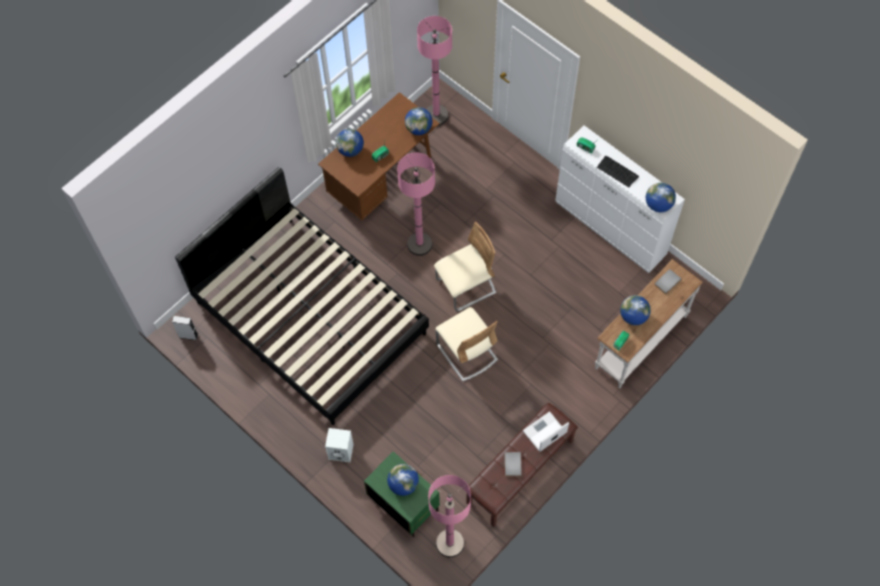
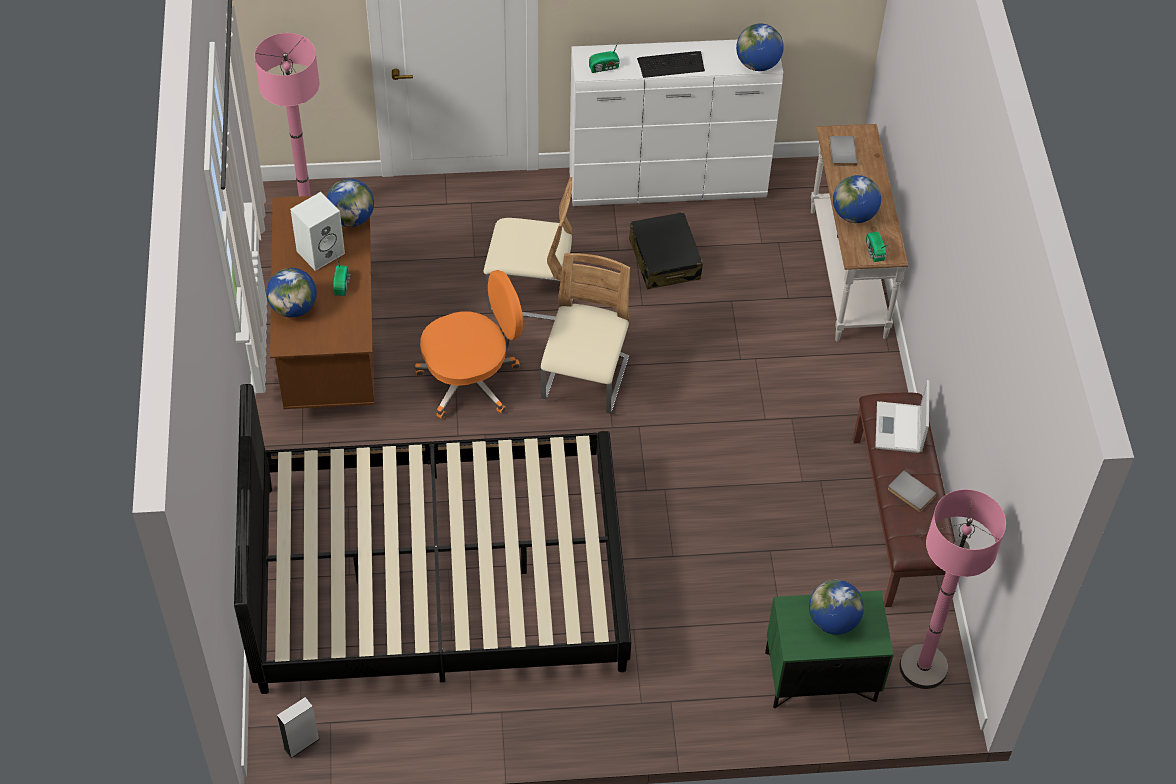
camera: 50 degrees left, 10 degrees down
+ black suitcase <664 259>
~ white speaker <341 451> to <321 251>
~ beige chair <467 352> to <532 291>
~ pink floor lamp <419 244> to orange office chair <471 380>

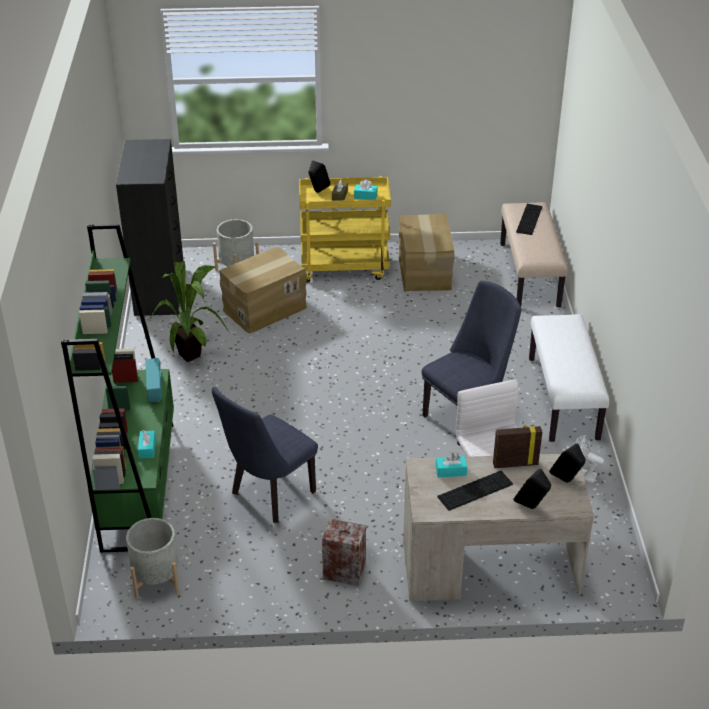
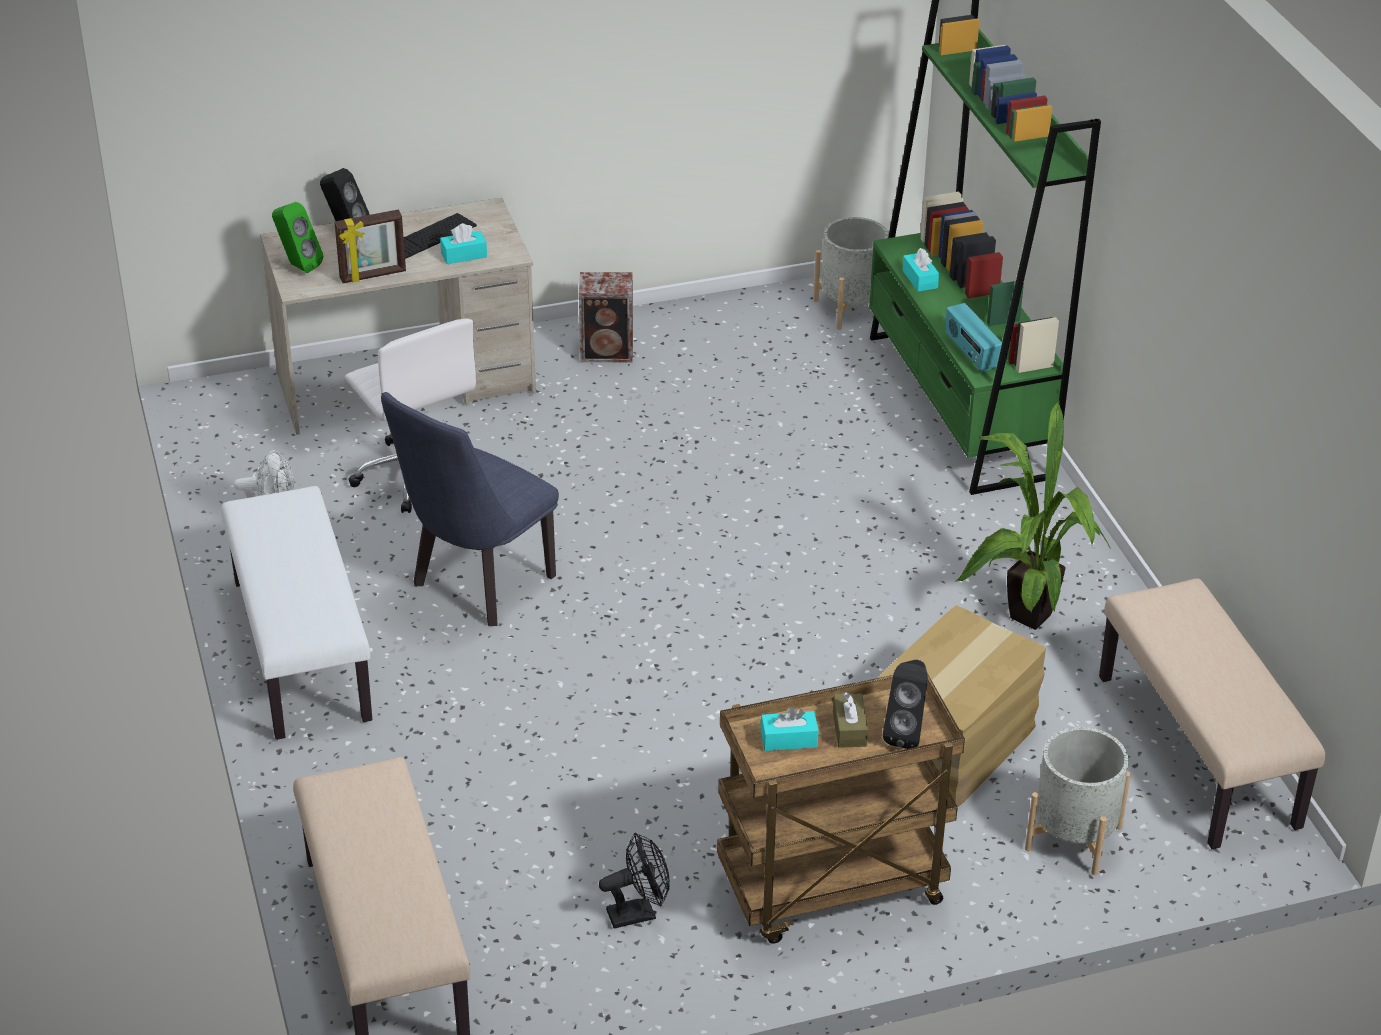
camera: 165 degrees right, 0 degrees up
- blue chair <268 496>
- keyboard <529 219>
~ black dresser <160 290> to beige bench <1199 751>
~ cardboard box <425 271> to black fan <638 913>
~ yellow cart <345 267> to brown cart <830 889>
~ black speaker <566 481> to green speaker <298 266>

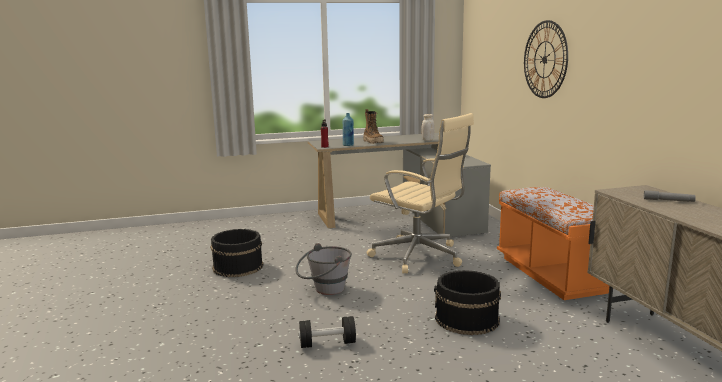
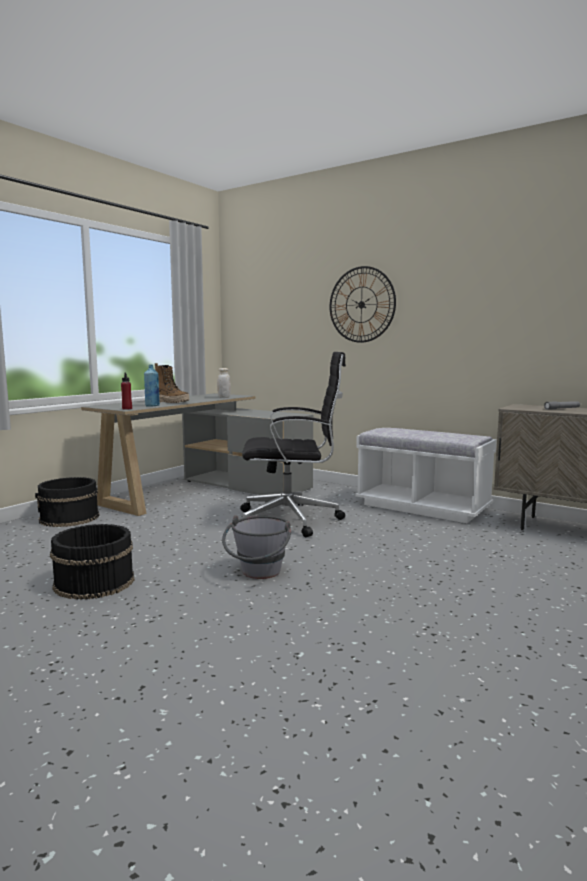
camera: 40 degrees left, 5 degrees down
- black dumbbell <327 343>
~ black bucket <466 319> to <69 518>
~ beige office chair <419 257> to black office chair <292 520>
~ orange bench <553 274> to white bench <422 507>

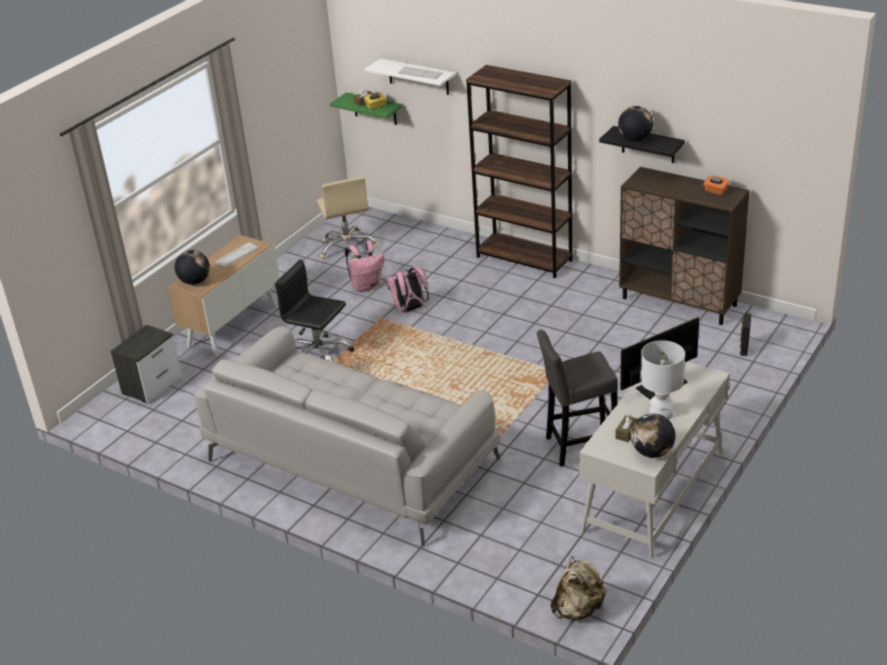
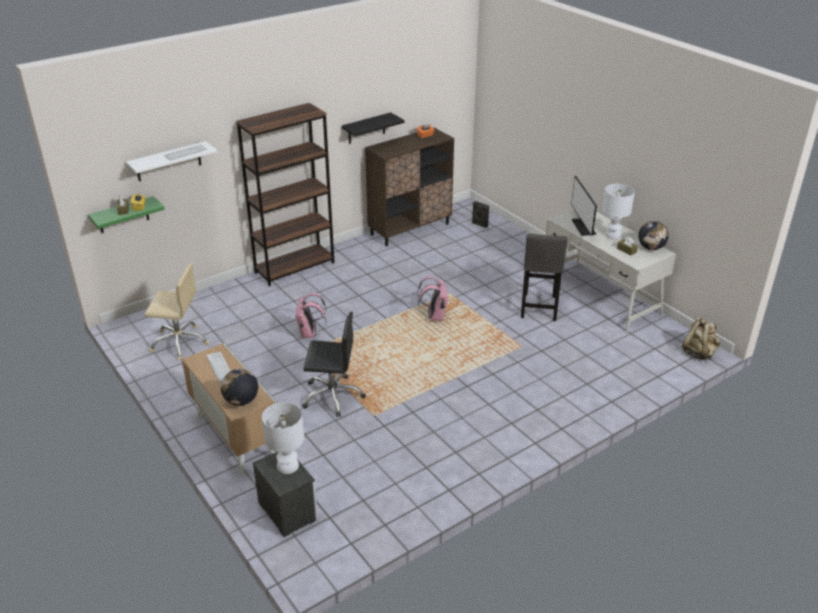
camera: 70 degrees left, 0 degrees up
- grey sofa <350 459>
- globe <635 139>
+ white table lamp <287 466>
~ pink backpack <366 286> to <434 316>
~ black office chair <318 356> = <333 396> 135 degrees counterclockwise

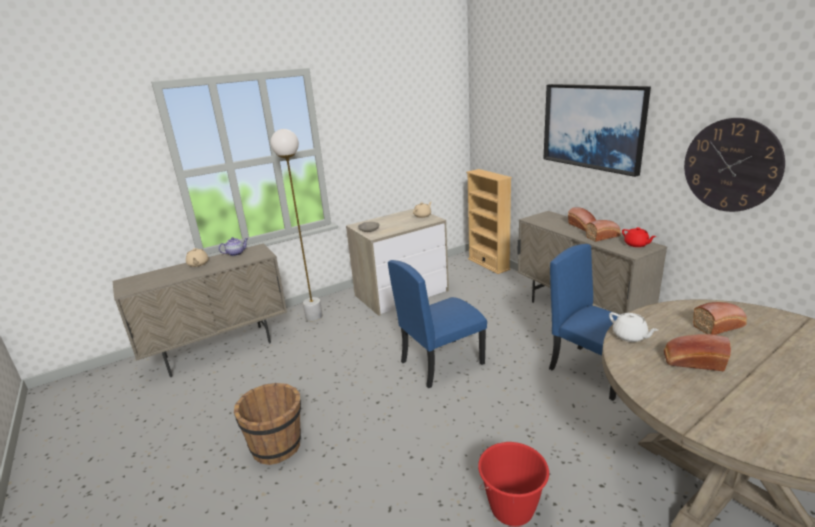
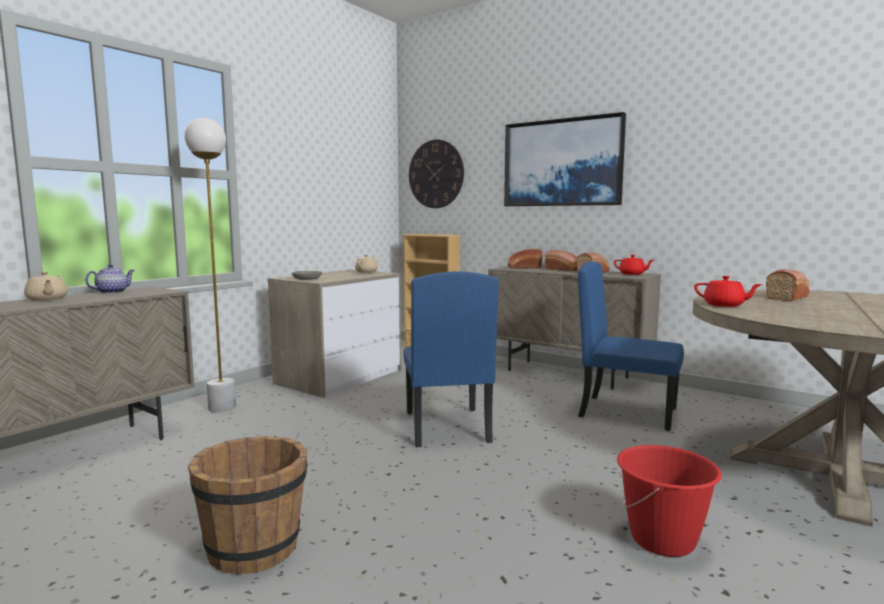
camera: 25 degrees left, 15 degrees down
~ bread <692 362> to <524 267>
~ wall clock <731 165> to <436 174>
~ white teapot <630 336> to red teapot <724 305>
~ blue chair <441 362> = <446 427> 45 degrees counterclockwise

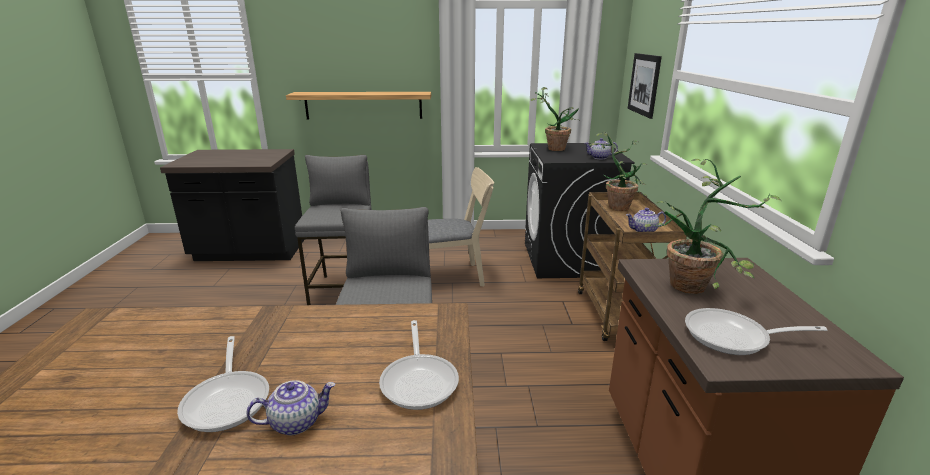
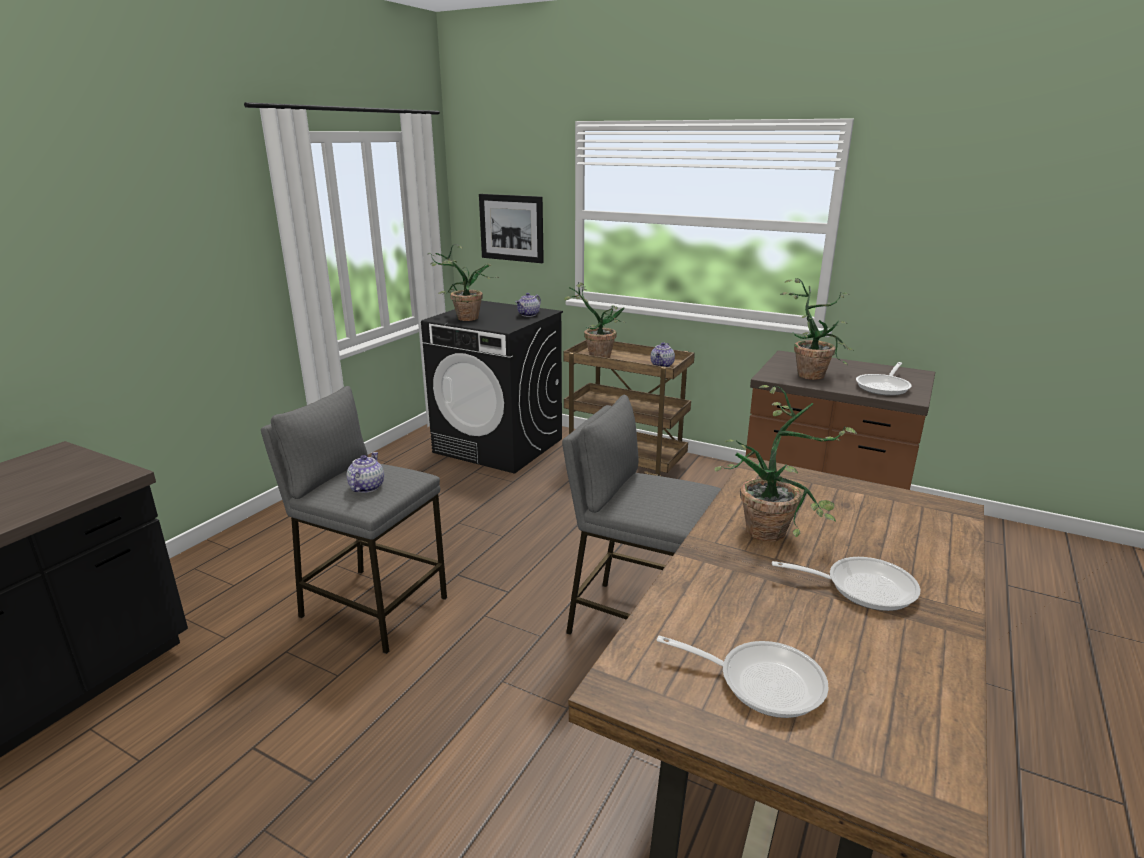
camera: 60 degrees left, 0 degrees up
- shelf <363 105>
- beige chair <456 276>
+ potted plant <776 530>
~ teapot <296 422> to <366 487>
~ frying pan <420 380> to <761 681>

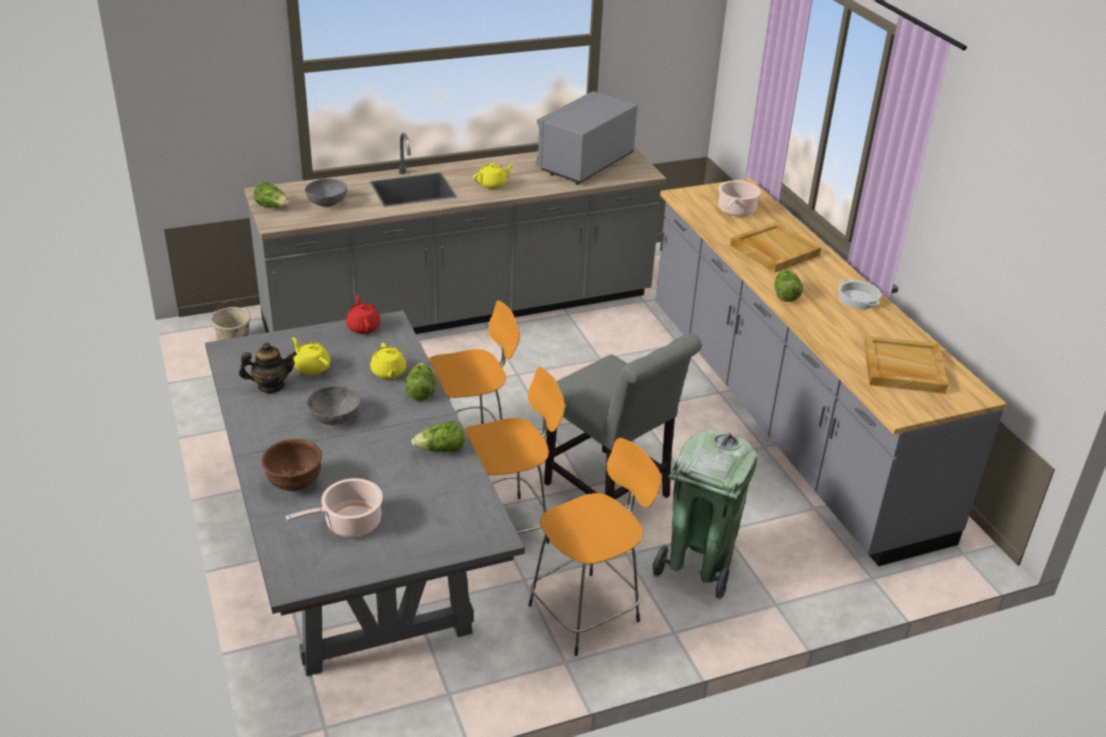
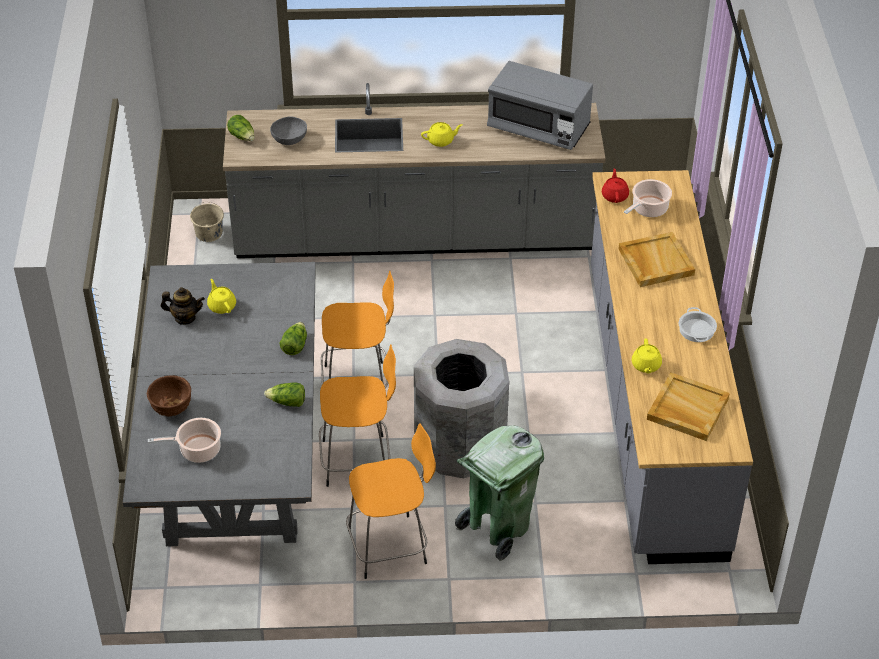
camera: 20 degrees right, 10 degrees up
- grey bowl <334 417>
- lettuce <785 294>
~ red teapot <363 327> to <615 196>
~ yellow teapot <388 372> to <646 365>
~ grey chair <611 493> to grey trash can <459 448>
~ grey microwave <585 163> = <538 128> 120 degrees counterclockwise

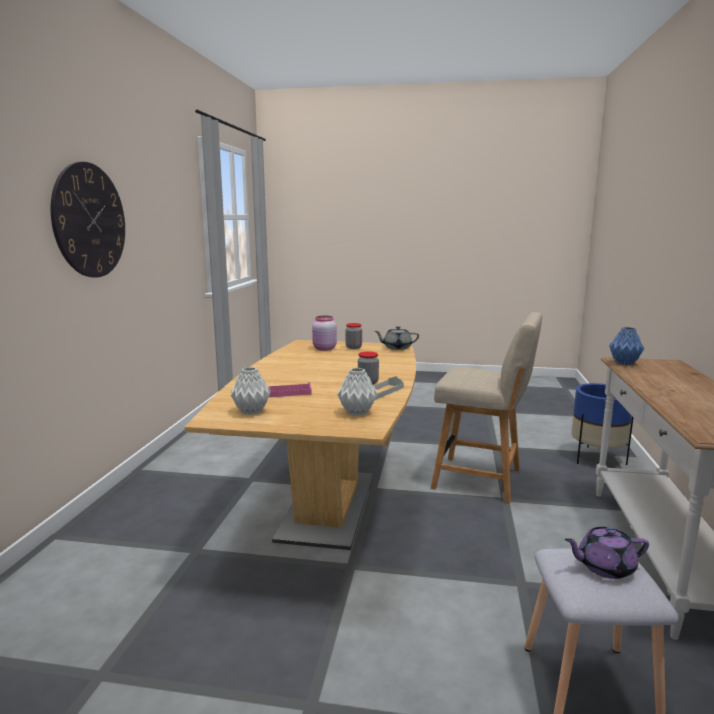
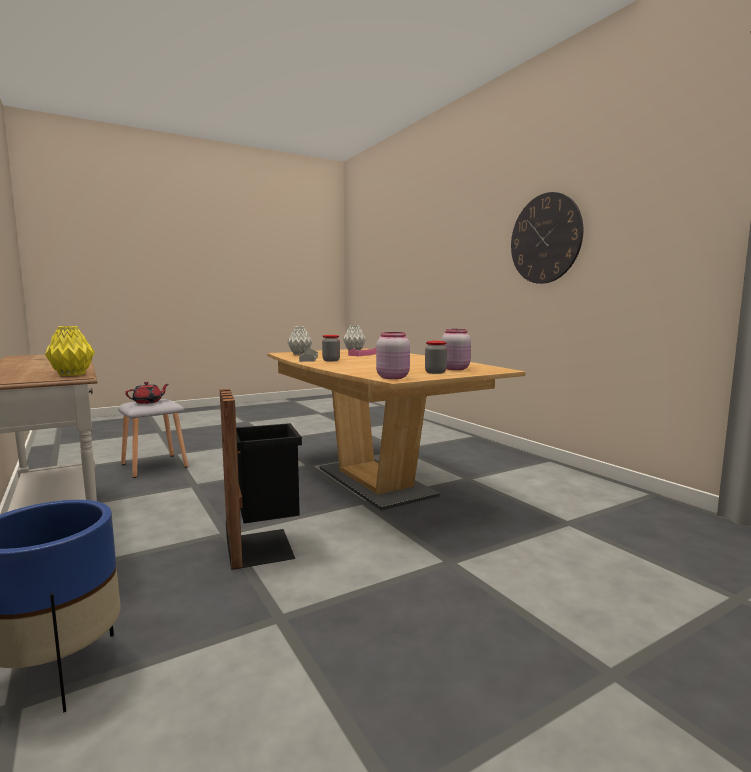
camera: 140 degrees right, 5 degrees down
~ grey teapot <396 348> to pink jar <393 377>
~ beige chair <482 480> to black trash can <263 546>
~ purple teapot <604 567> to red teapot <148 402>
~ blue vase <623 363> to yellow vase <73 374>

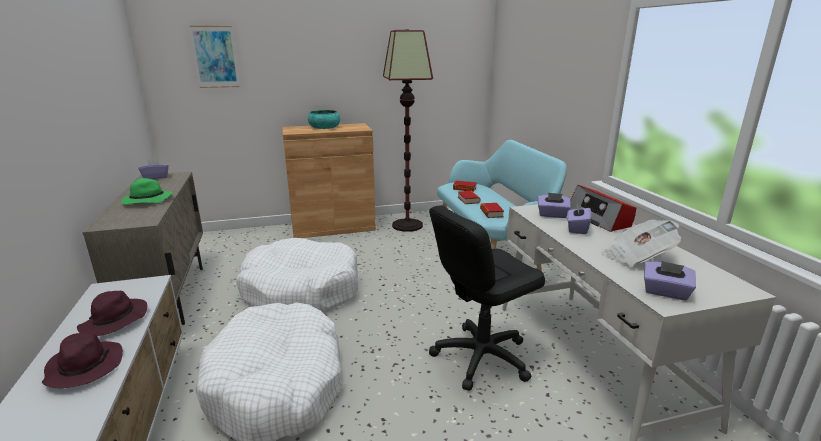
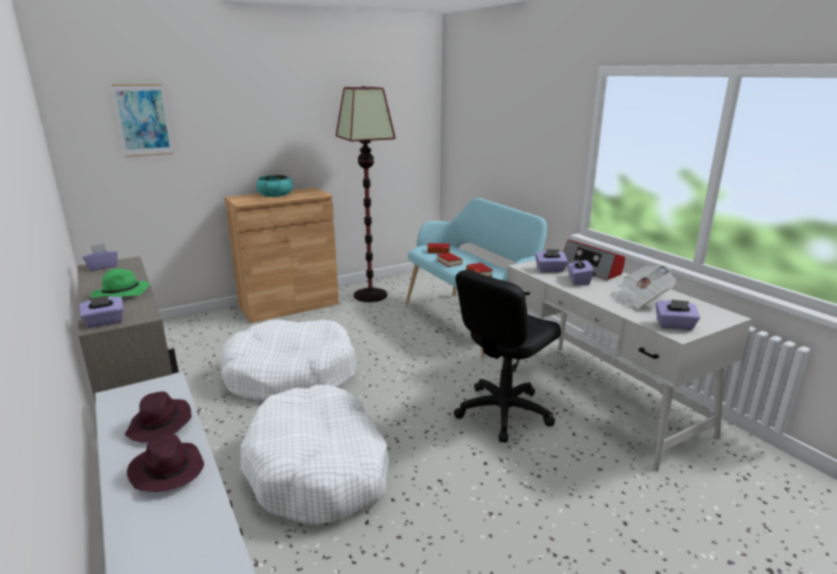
camera: 15 degrees left, 0 degrees up
+ purple tissue box <105 322>

